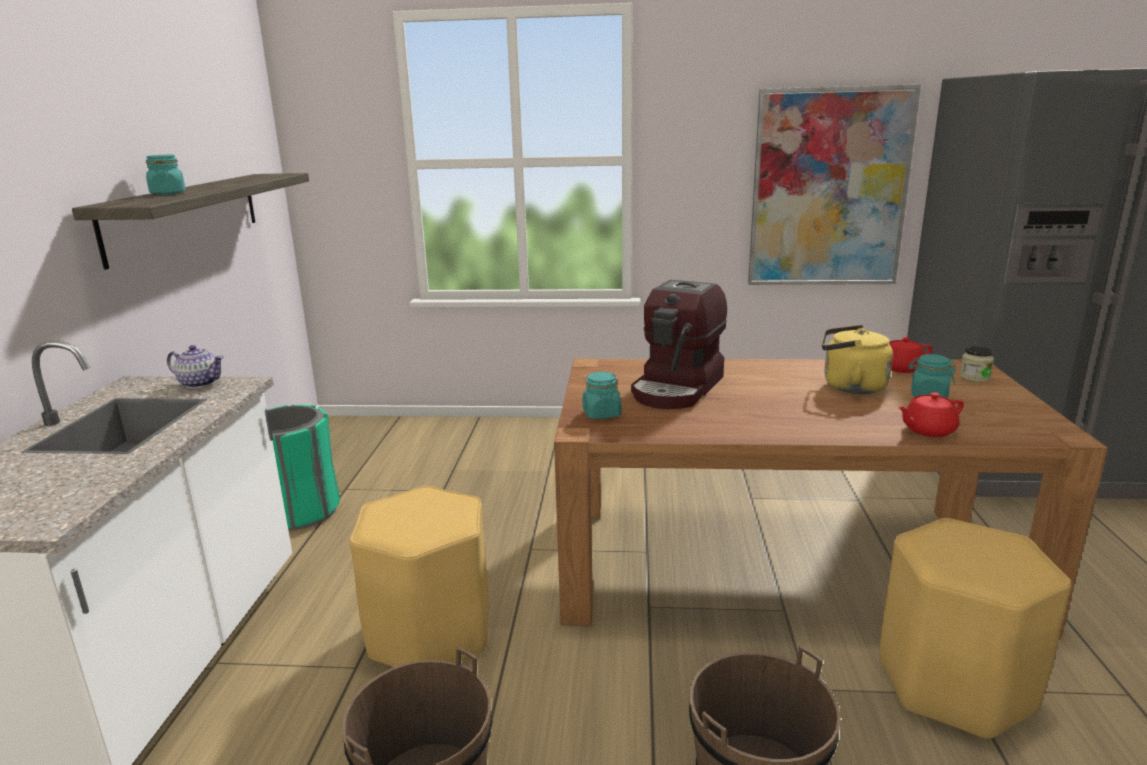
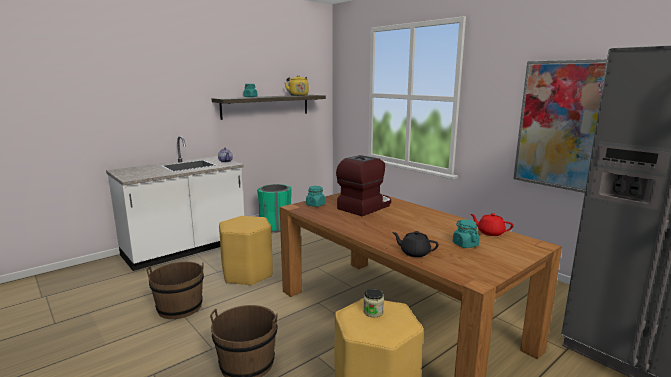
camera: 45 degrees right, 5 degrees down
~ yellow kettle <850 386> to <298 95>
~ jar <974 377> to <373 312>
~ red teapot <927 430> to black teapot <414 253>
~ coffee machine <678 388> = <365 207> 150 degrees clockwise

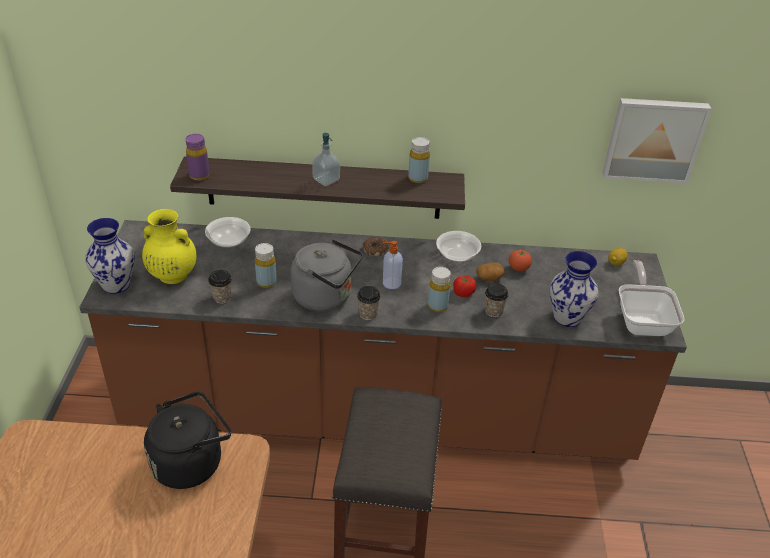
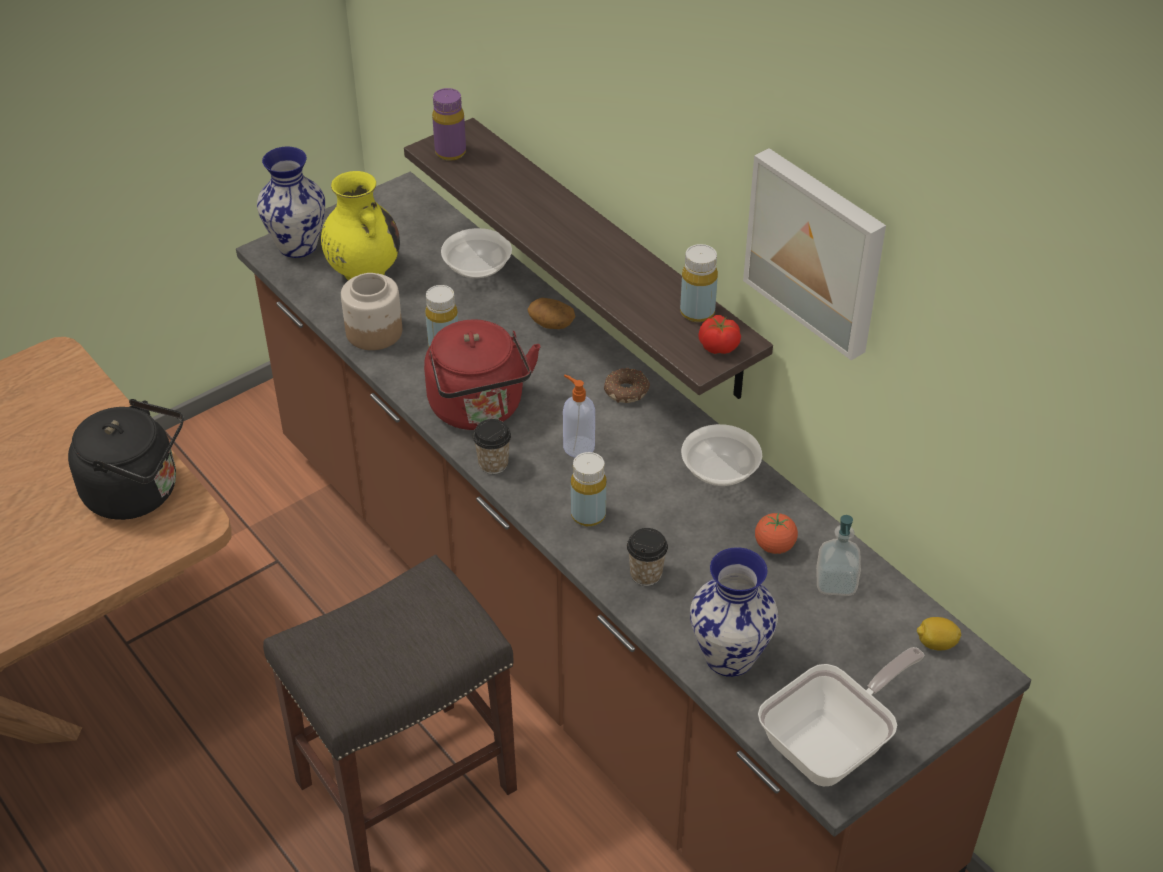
camera: 50 degrees right, 5 degrees up
~ soap dispenser <326 180> to <835 583>
~ tomato <463 293> to <718 347>
~ potato <489 278> to <551 323>
~ picture <653 139> to <817 250>
~ cup <222 298> to jar <373 332>
~ grey kettle <326 297> to red kettle <479 409>

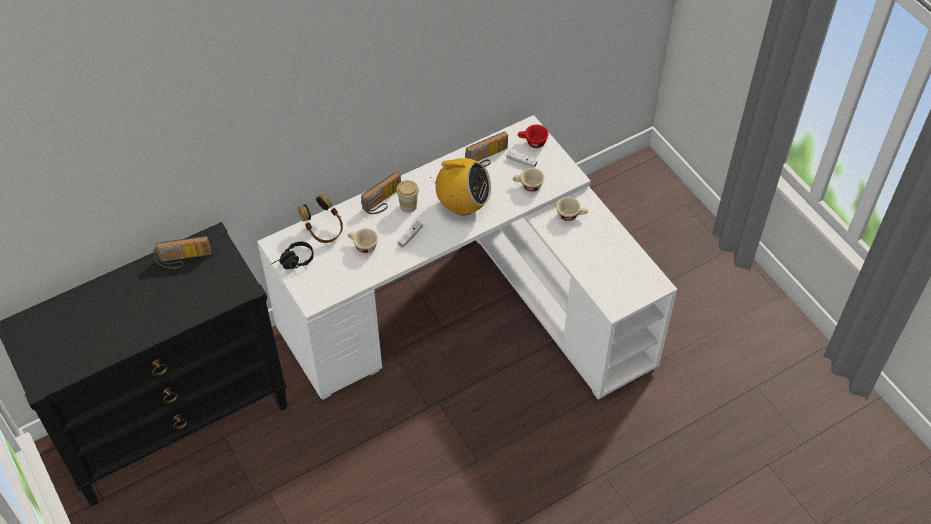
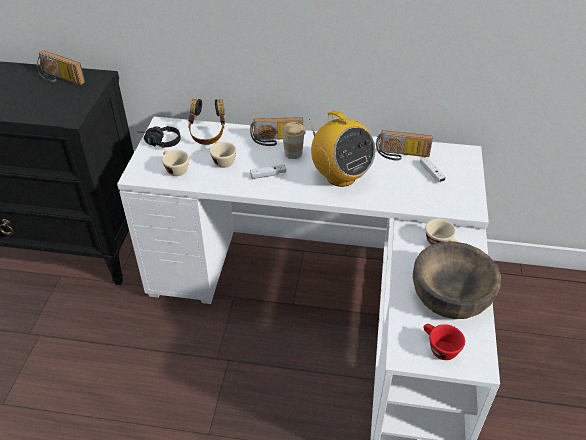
camera: 40 degrees right, 10 degrees down
+ brown bowl <451 295>
~ beige cup <528 186> to <175 169>
~ red cup <532 142> to <439 348>

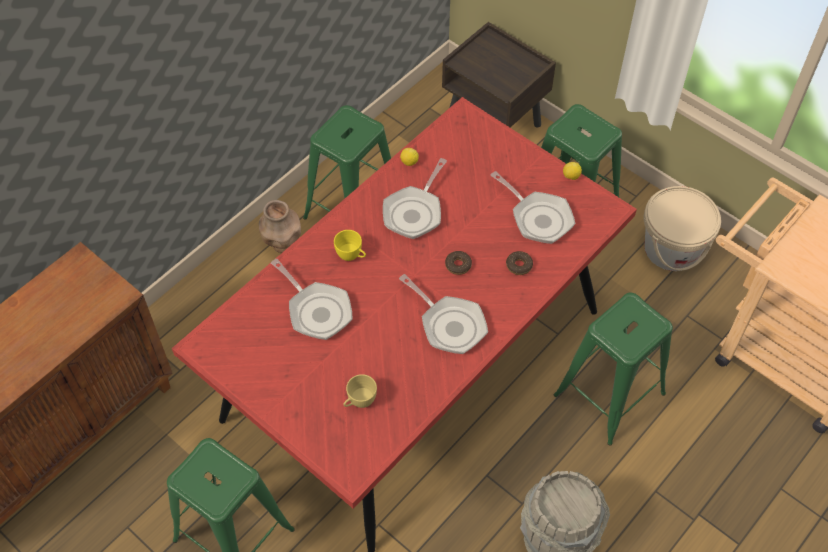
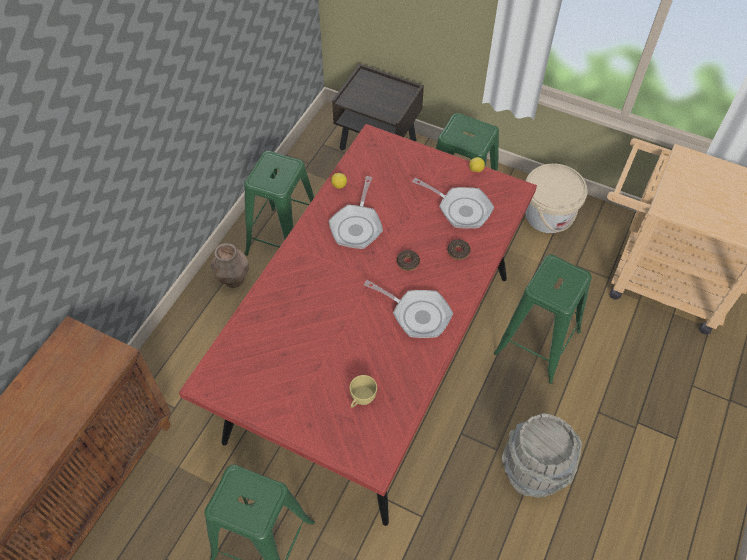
camera: 15 degrees left, 0 degrees up
- frying pan <317 311>
- yellow cup <351 256>

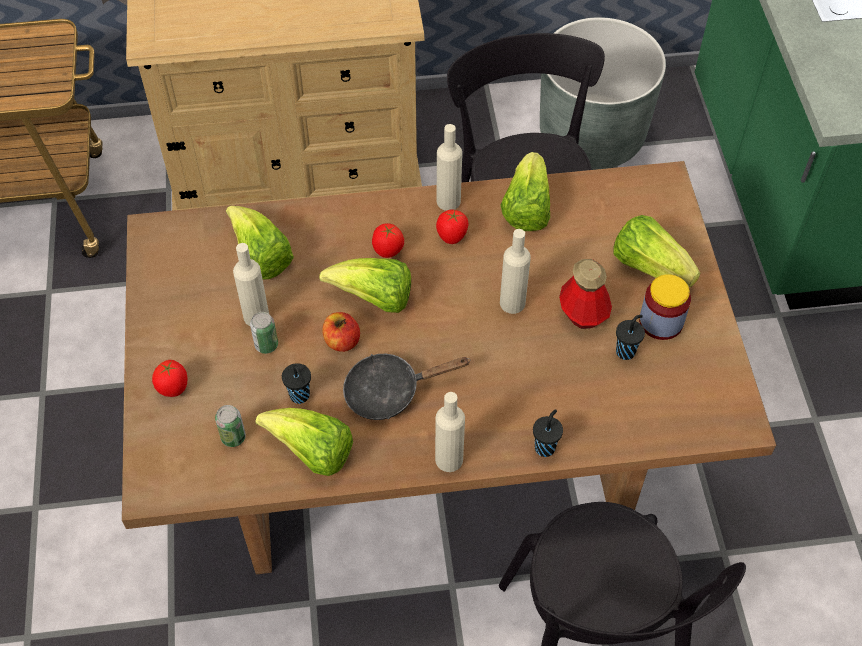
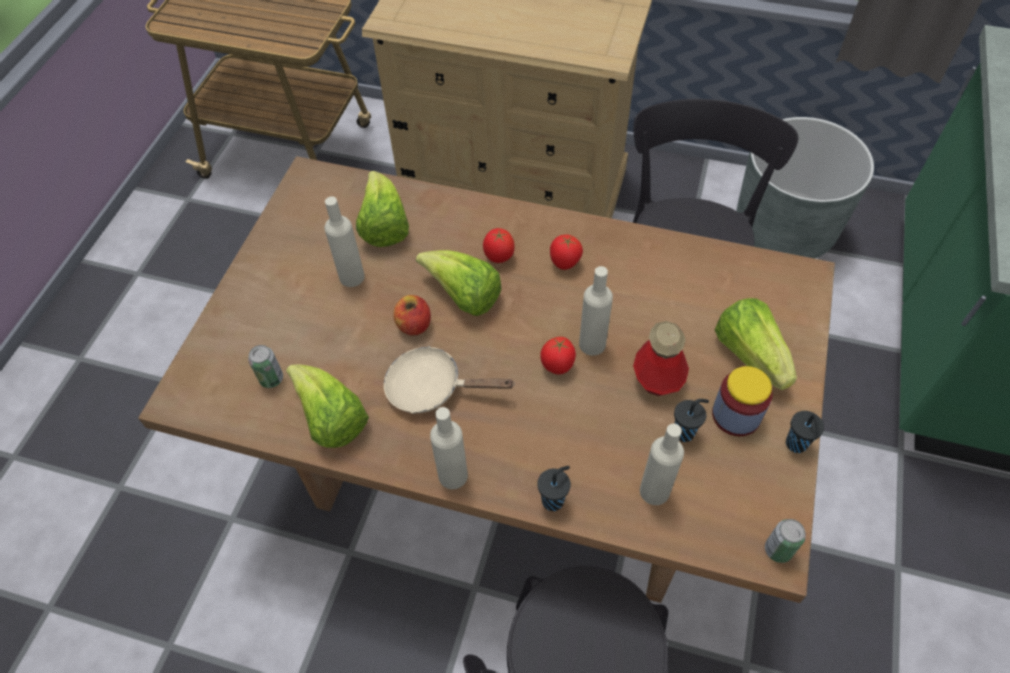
camera: 25 degrees right, 0 degrees up
- lettuce <526 208>
~ tomato <174 389> to <557 366>
~ can <266 345> to <778 550>
~ black cup <300 396> to <796 445>
~ beige bottle <448 201> to <654 491>
~ black frying pan <389 391> to beige frying pan <432 388>

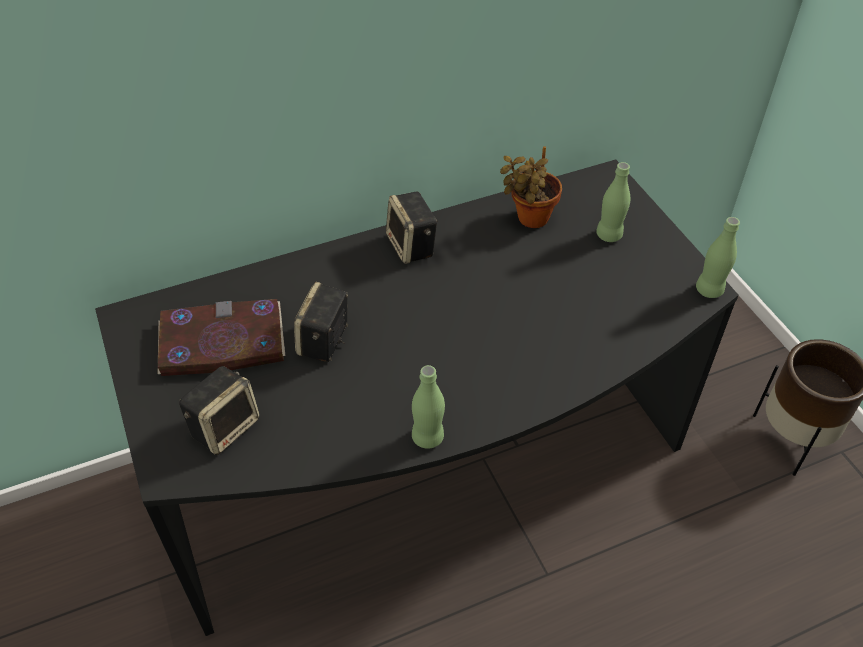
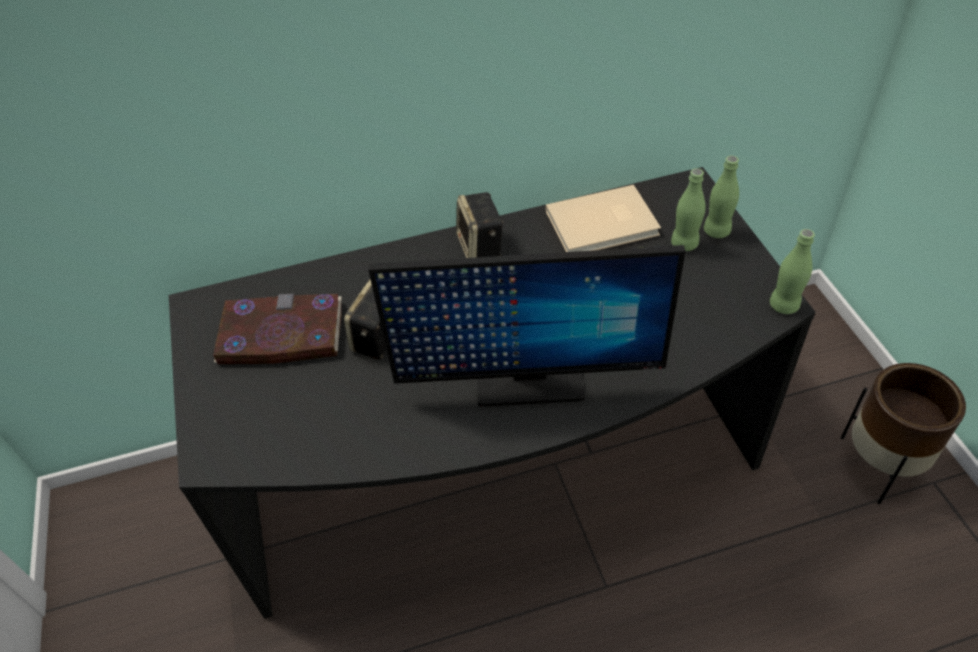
camera: 10 degrees right, 0 degrees up
- speaker <225 426>
+ monitor <528 381>
~ green bottle <428 437> to <717 231>
~ potted plant <529 219> to beige book <604 224>

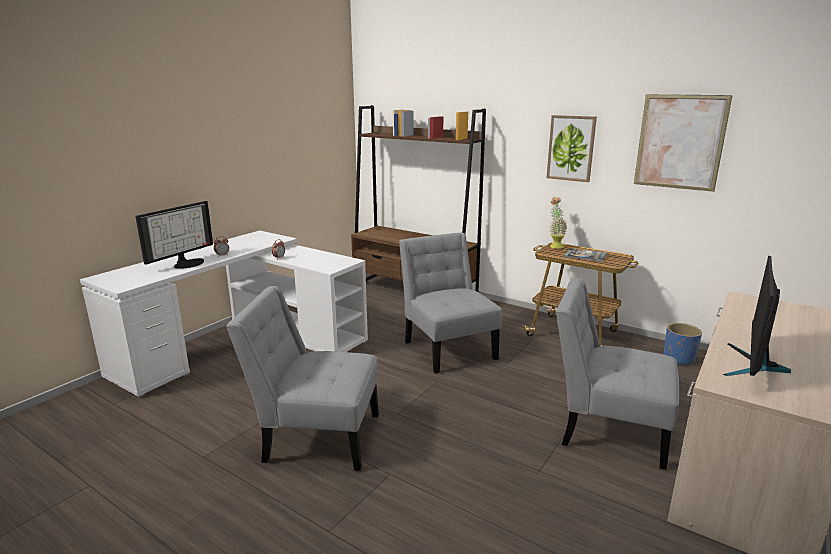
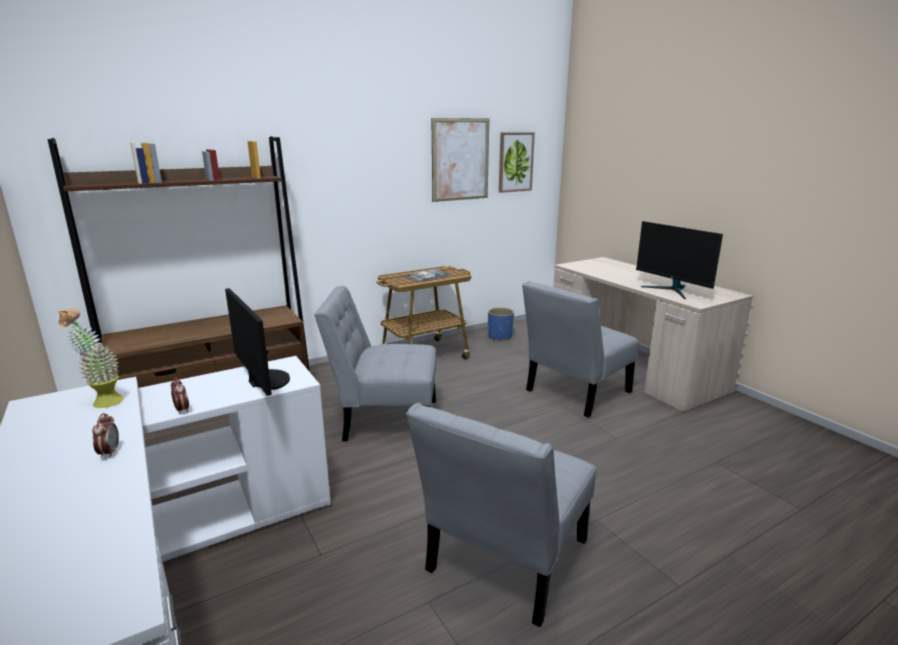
camera: 65 degrees left, 0 degrees up
~ monitor <187 263> to <265 380>
~ picture <571 148> to <515 162>
~ potted plant <554 245> to <102 401>

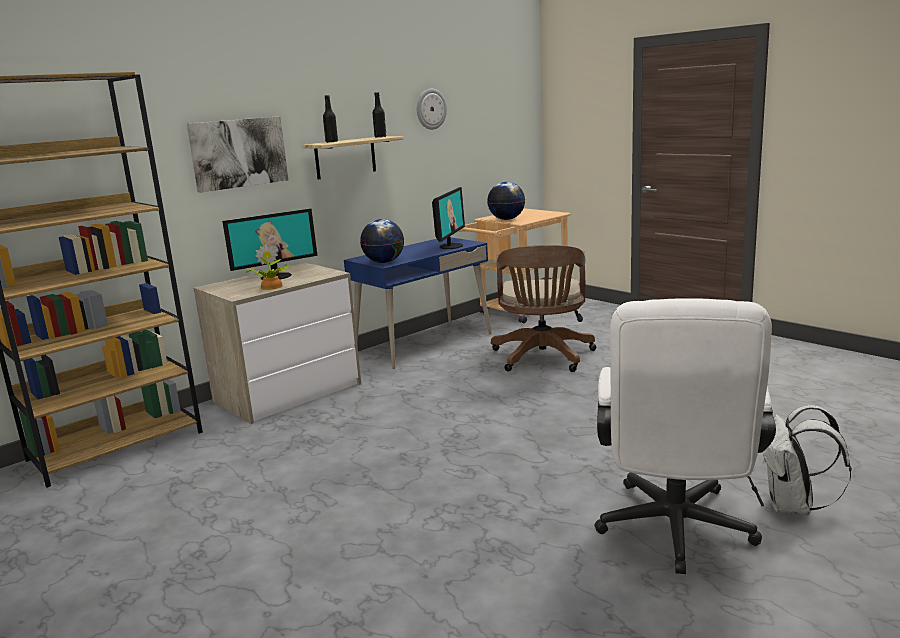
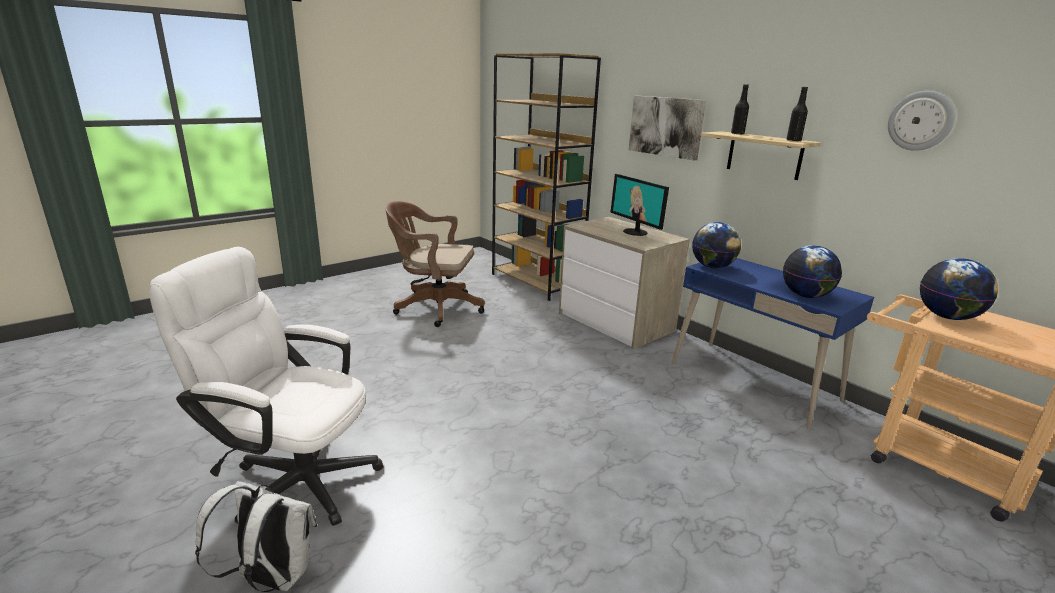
camera: 90 degrees right, 5 degrees up
- potted plant <271 287>
~ brown office chair <543 358> to <434 308>
~ monitor <450 246> to globe <806 296>

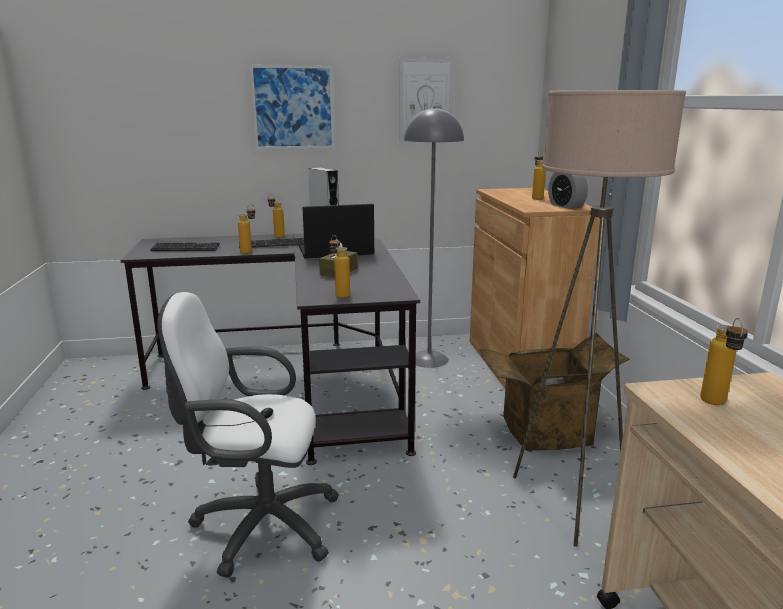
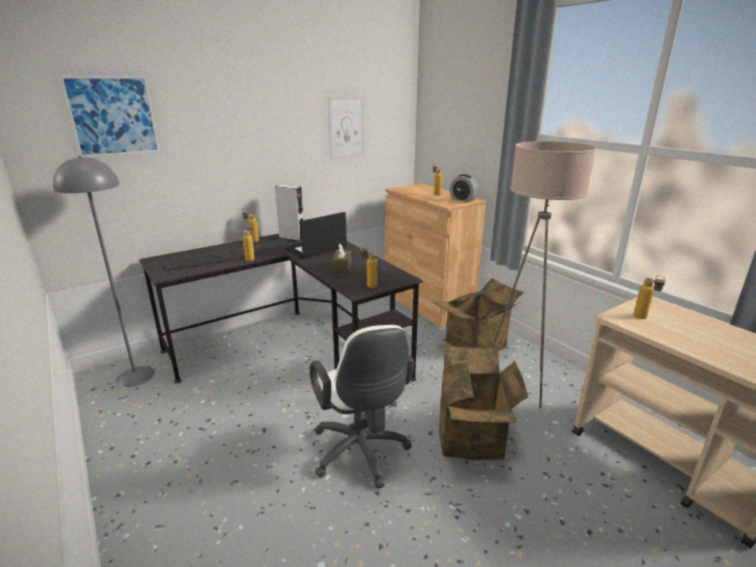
camera: 25 degrees left, 5 degrees up
+ cardboard box <474 438>
~ picture <293 107> to <113 116>
~ grey floor lamp <429 359> to <135 376>
~ white office chair <258 525> = <361 454> 90 degrees counterclockwise

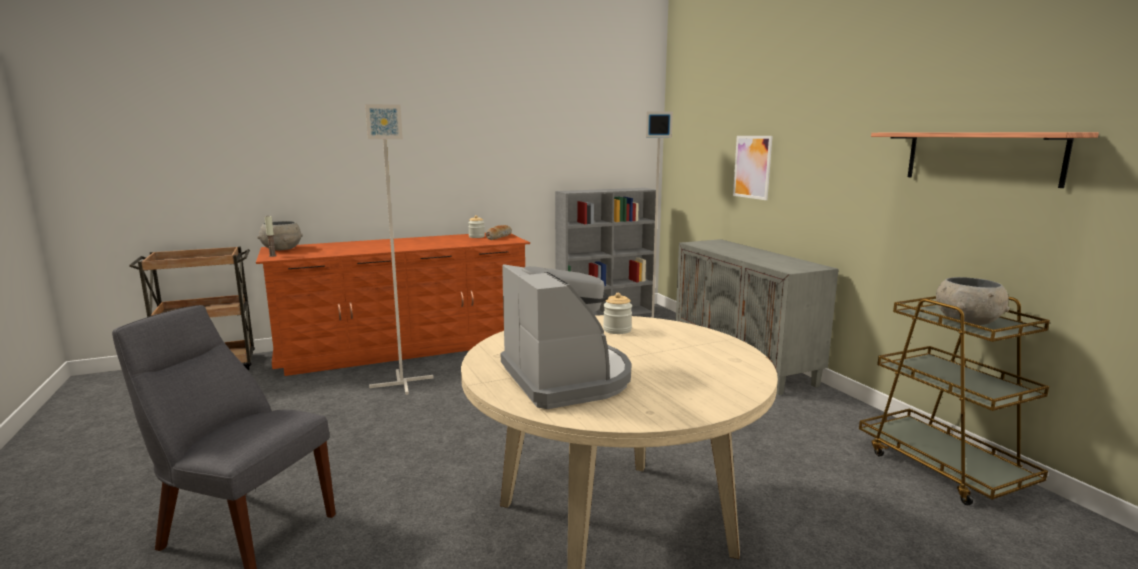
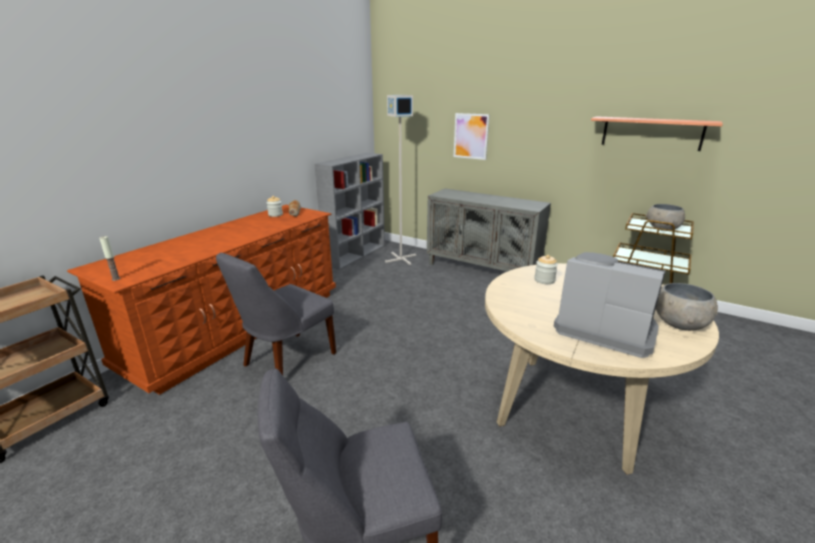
camera: 35 degrees left, 10 degrees up
~ grey bowl <282 249> to <679 324>
~ grey floor lamp <401 383> to grey chair <286 361>

